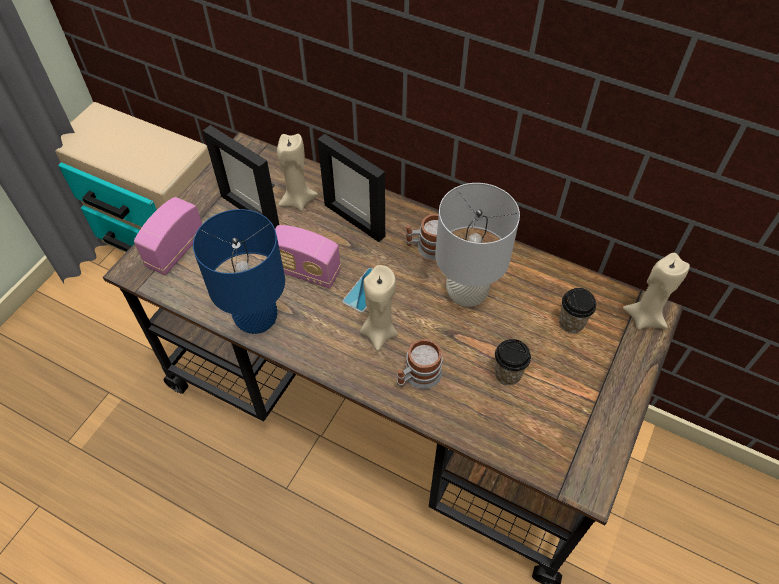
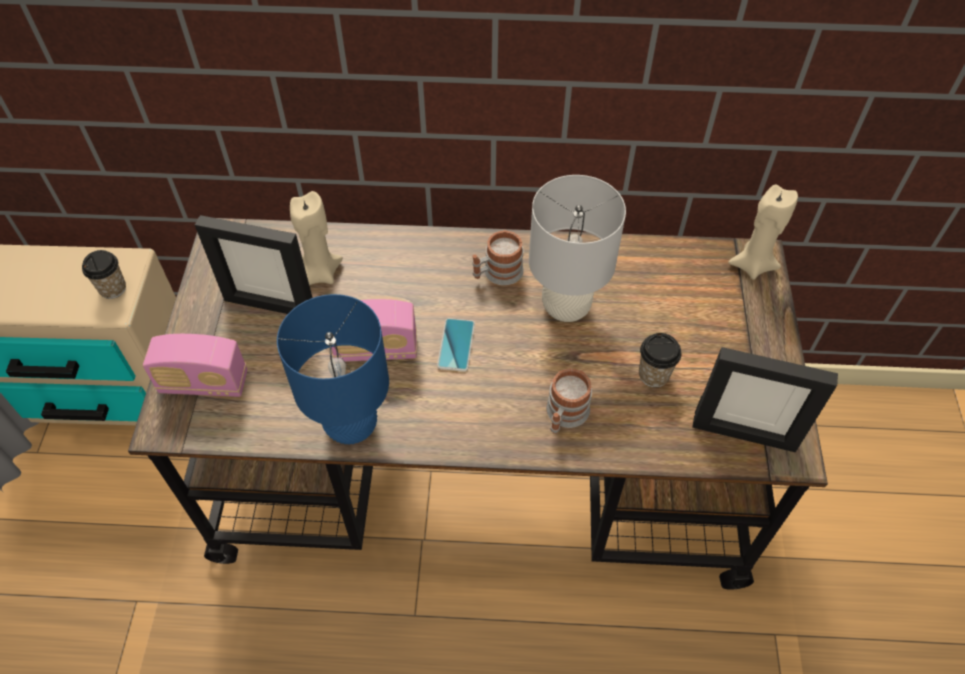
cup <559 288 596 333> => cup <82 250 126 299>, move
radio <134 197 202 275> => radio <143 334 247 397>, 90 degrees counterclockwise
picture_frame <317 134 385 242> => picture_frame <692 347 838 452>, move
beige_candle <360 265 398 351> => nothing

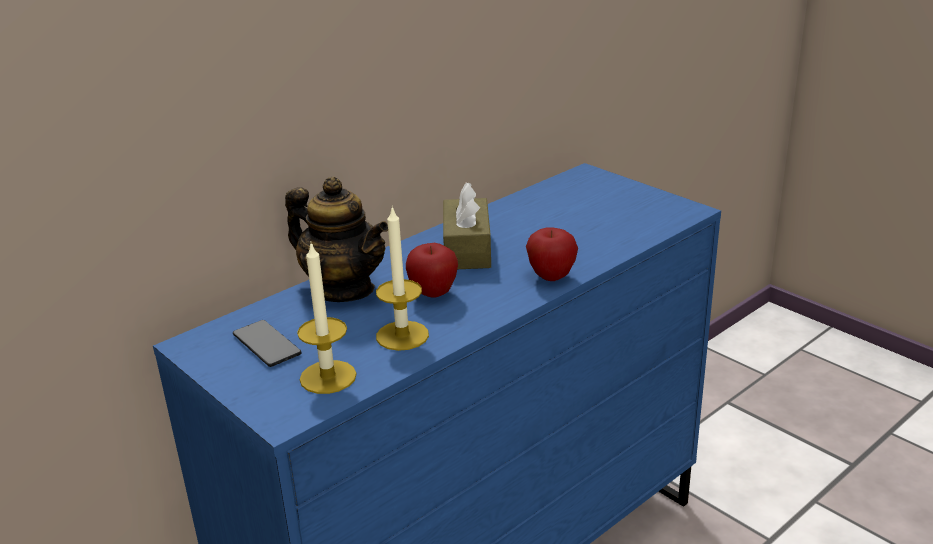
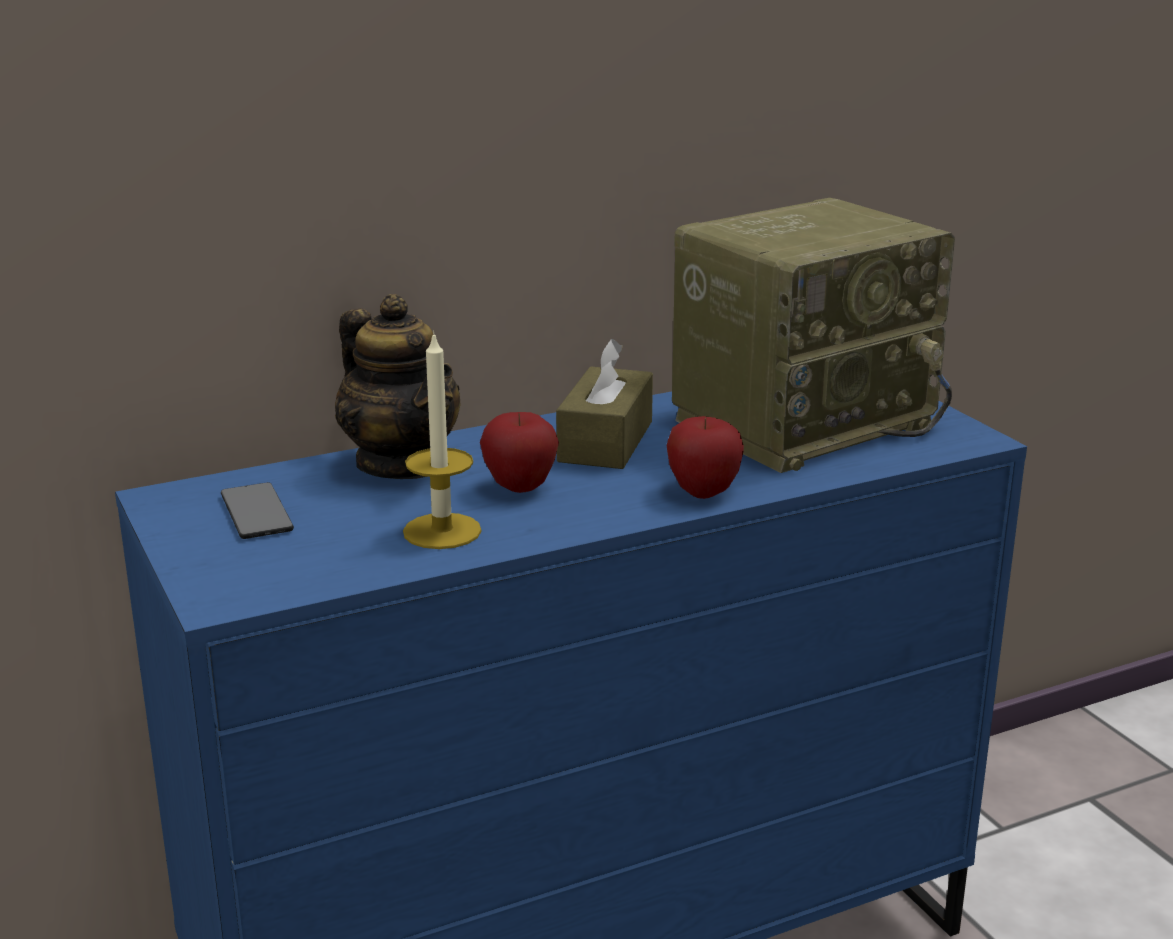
nothing => radio <672 198 955 473>
candle <297 241 357 394> => nothing

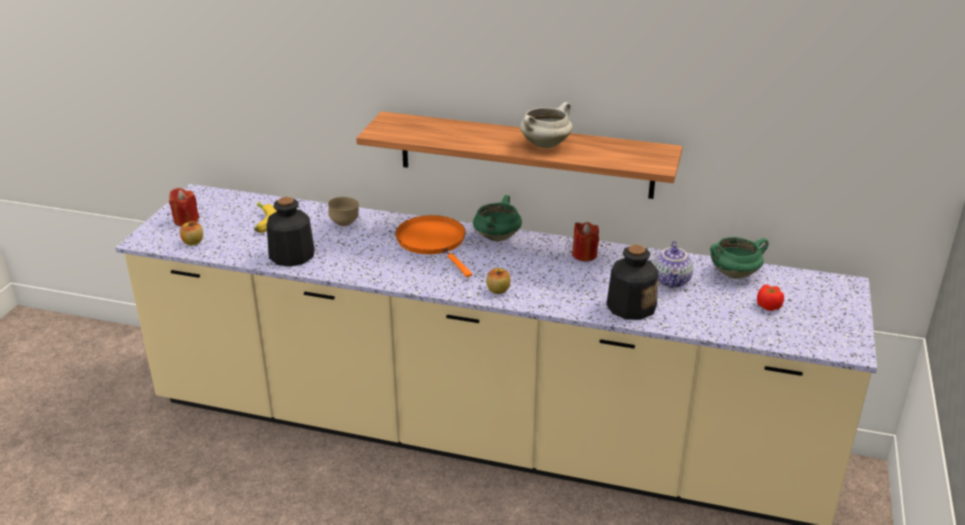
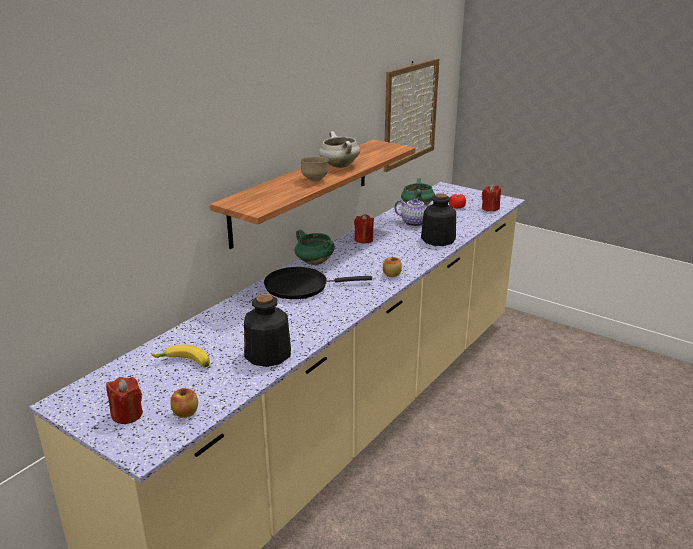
orange_frying_pan <395 215 472 277> => black_frying_pan <264 267 372 299>
brown_bowl <328 197 359 226> => brown_bowl <300 157 329 182>, move
nothing => picture <384 58 439 172>
nothing => red_candle <482 184 501 211>

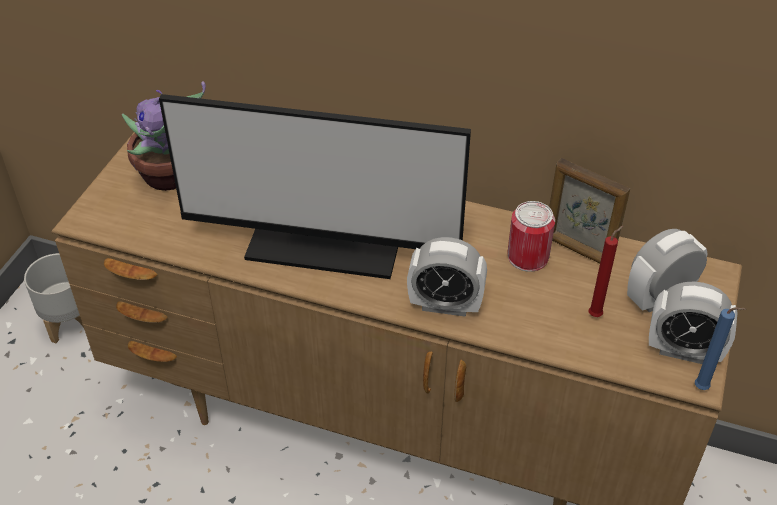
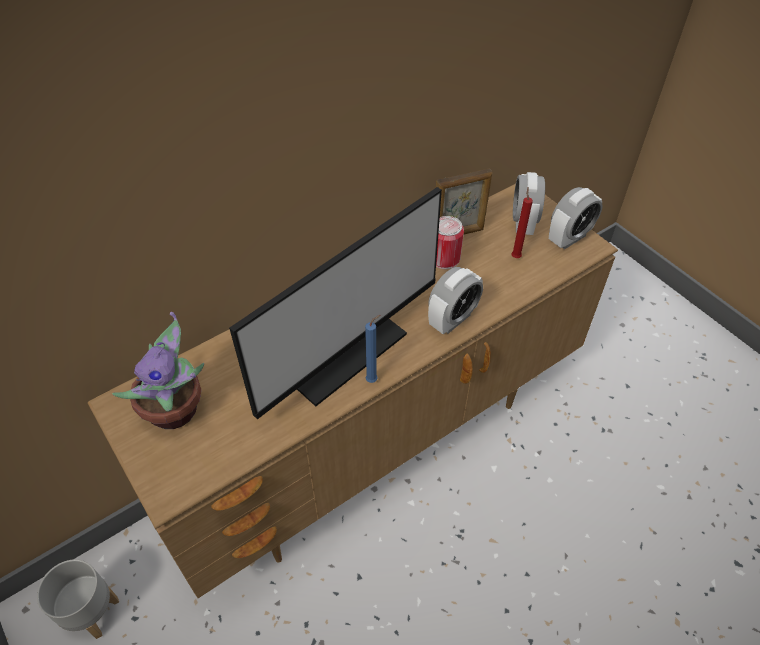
blue_candle <695 307 746 390> => blue_candle <365 315 380 383>, move

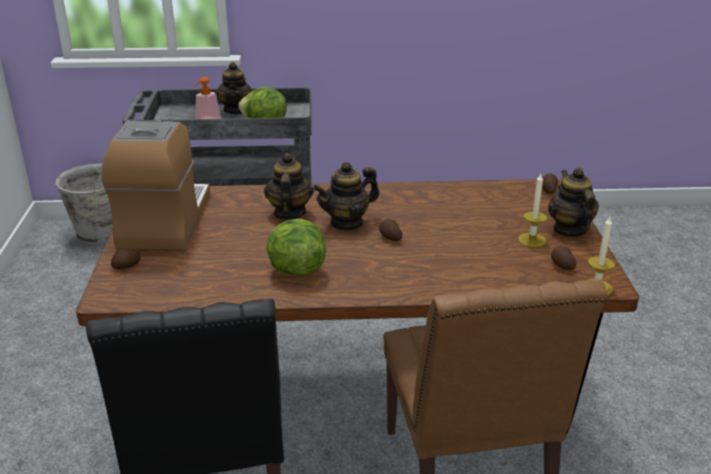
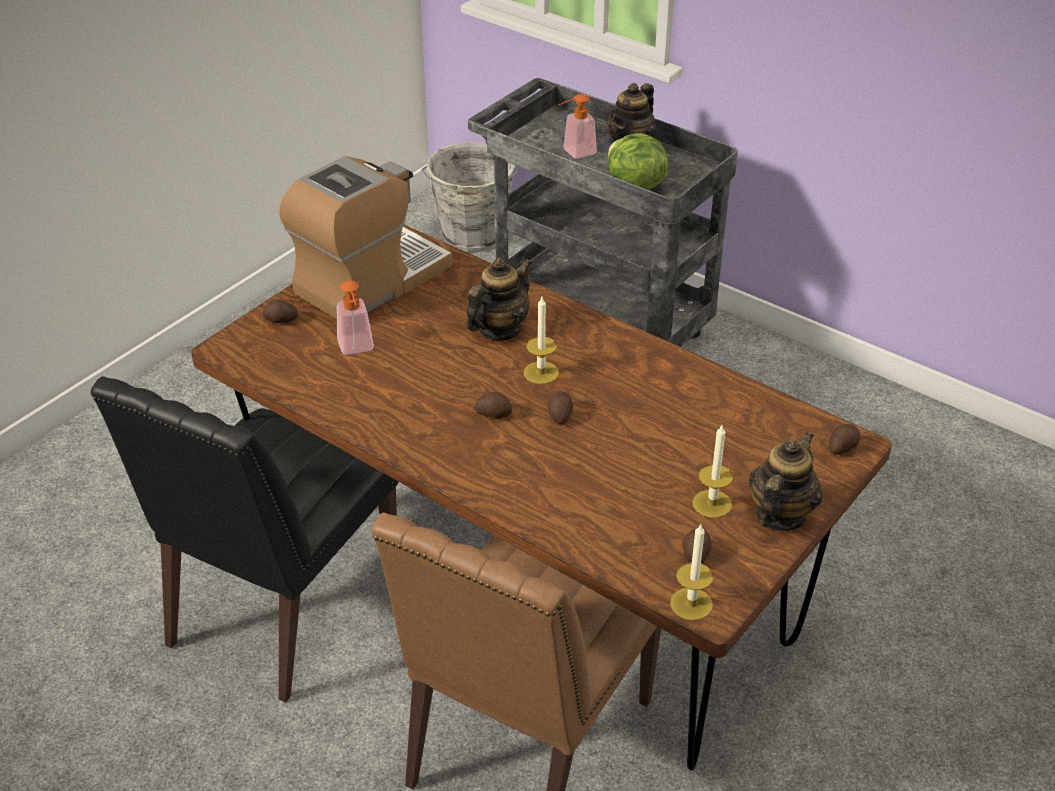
nothing => soap_dispenser <337 280 374 355>
nothing => potato <474 392 512 418>
teapot <313 162 379 231> => candle <524 297 559 384>
lettuce <266 219 326 276> => nothing

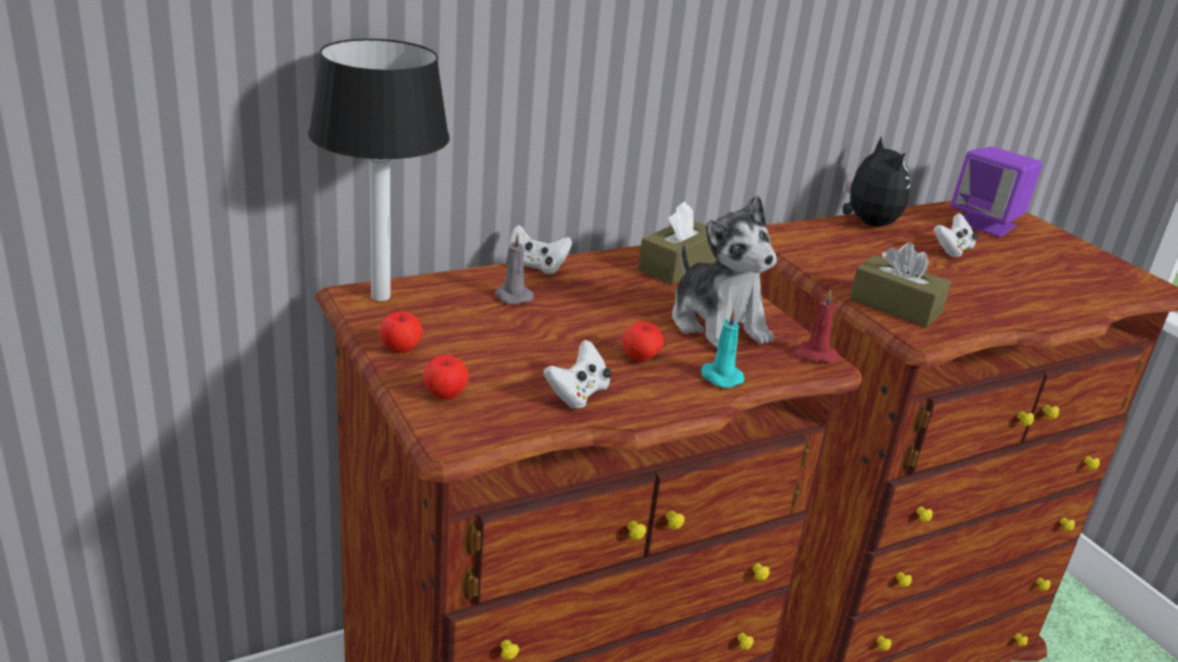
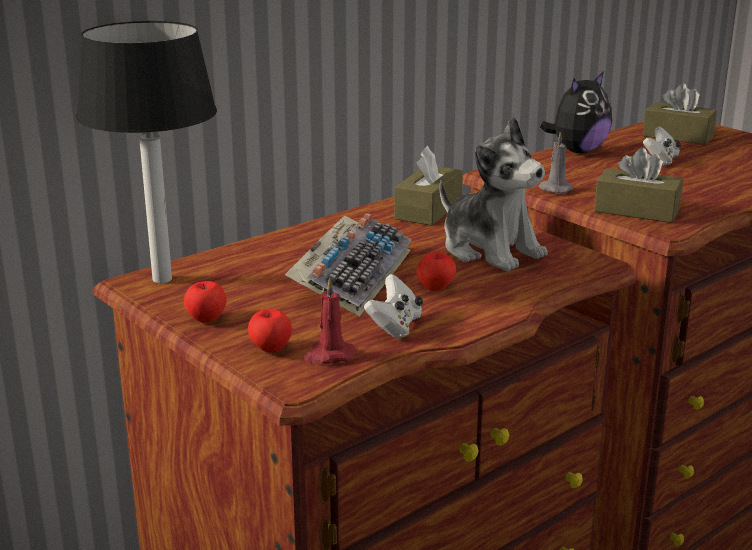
nothing => keyboard <285 213 411 316>
red_candle <792 289 838 363> => red_candle <303 277 355 364>, move
grey_candle <495 232 534 305> => grey_candle <539 132 573 194>, move
plush_toy <842 136 910 227> => plush_toy <540 71 612 153>, 75 degrees clockwise
purple_speaker <951 146 1043 237> => brown_tissue_box <643 83 717 145>
white_game_controller <509 225 572 274> => nothing
turquoise_candle <701 309 744 388> => nothing

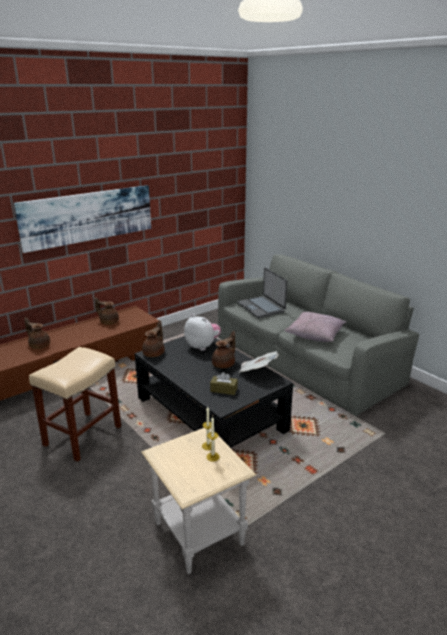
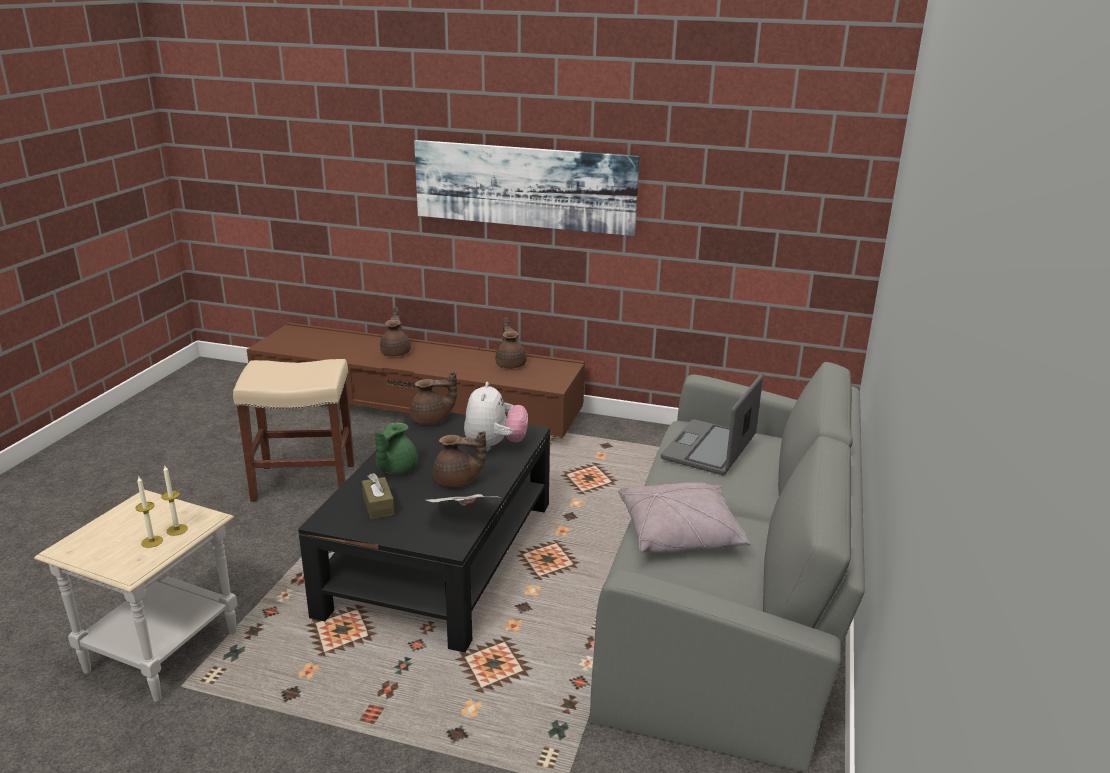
nothing => green_teapot <375 422 418 474>

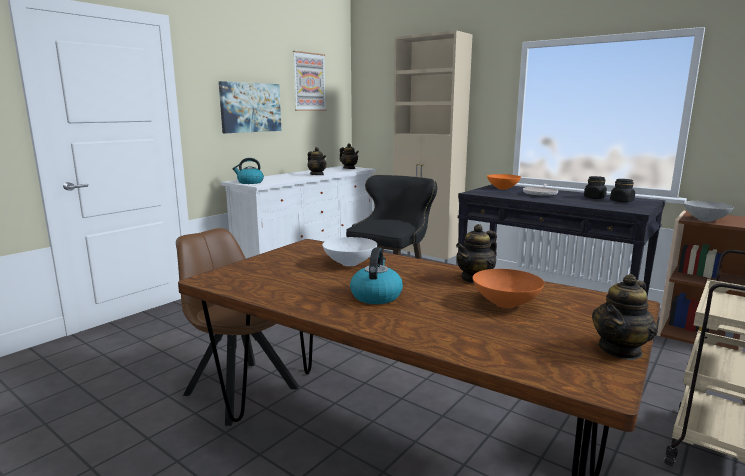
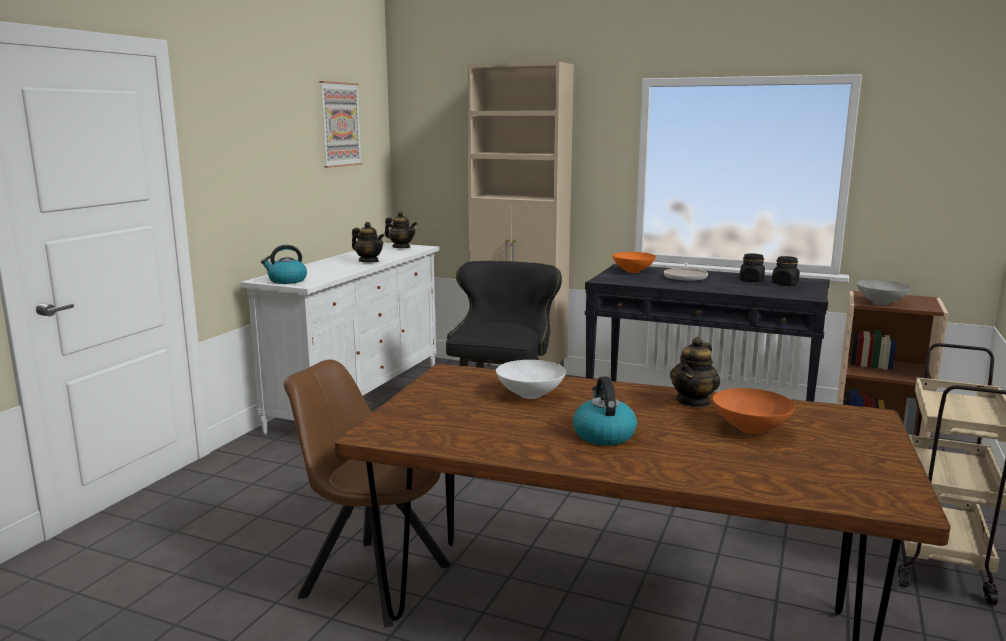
picture <219 81 281 133> => nothing
teapot <592 274 658 360> => nothing

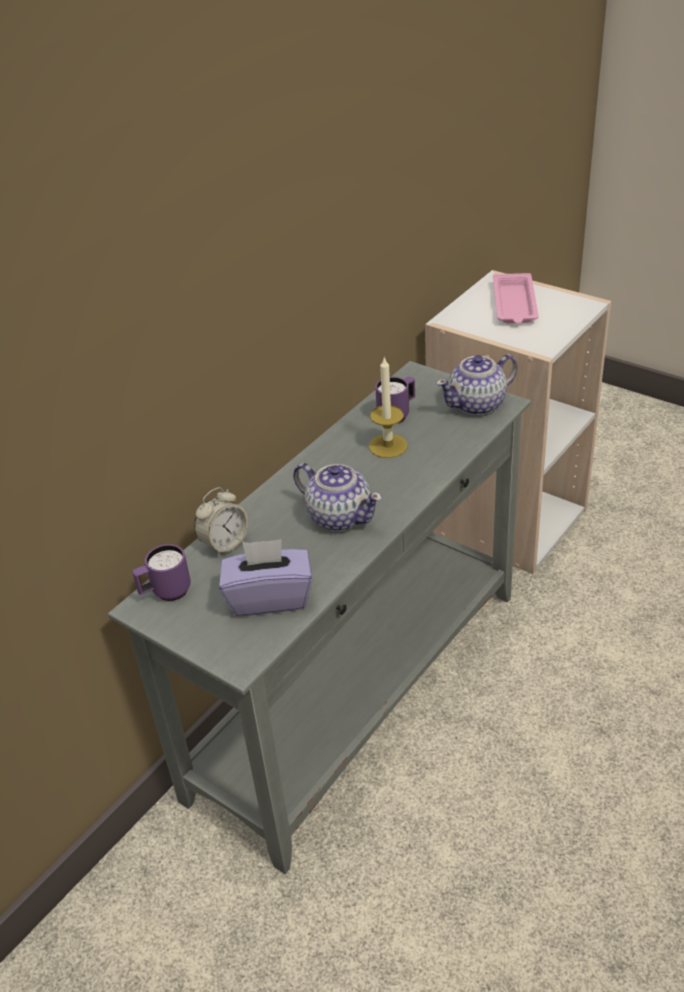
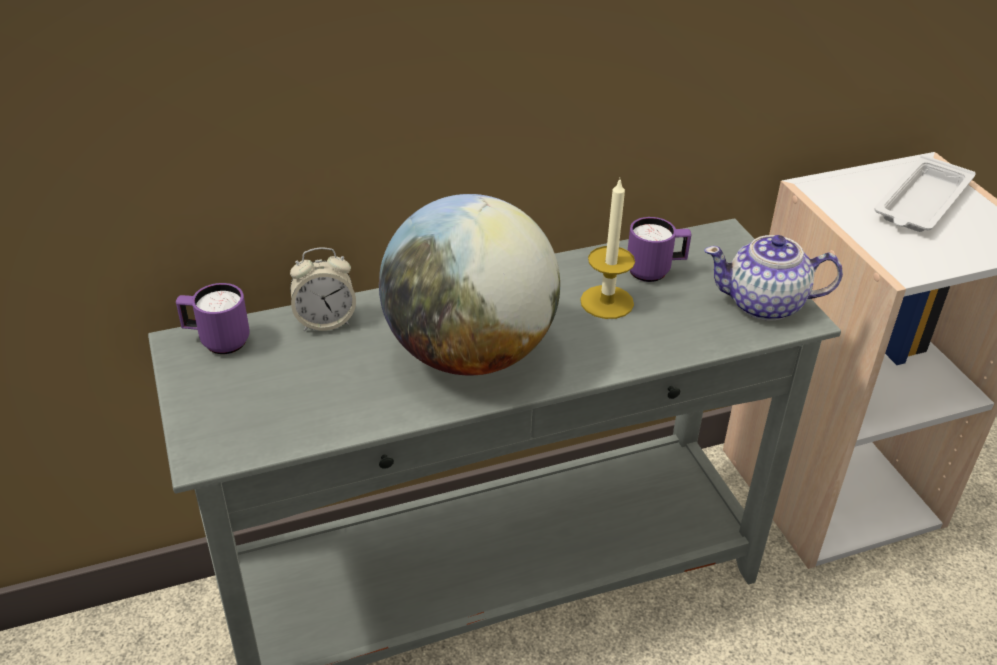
teapot <293 463 382 531> => globe <379 194 560 376>
pink_tray <493 273 539 323> => white_tray <874 155 976 232>
purple_tissue_box <219 539 312 616> => nothing

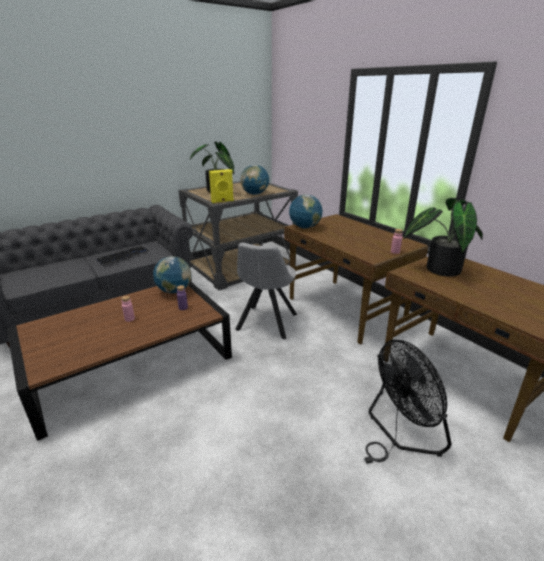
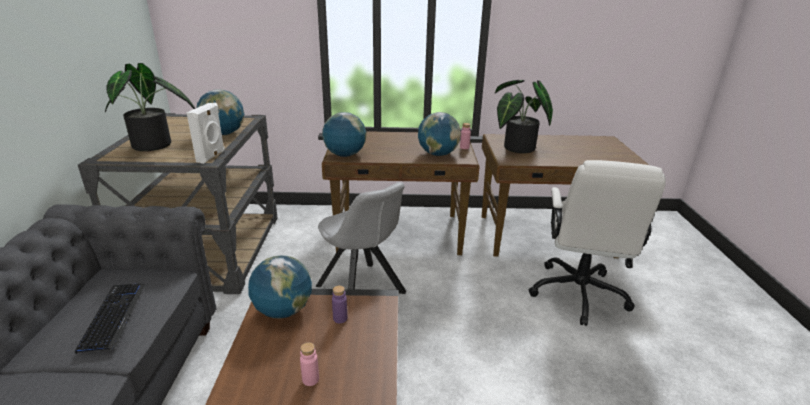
yellow_speaker <209 169 234 203> => white_speaker <186 103 225 164>
nothing => globe <418 112 461 156>
black_fan <364 340 451 463> => white_office_chair <529 160 666 326>

